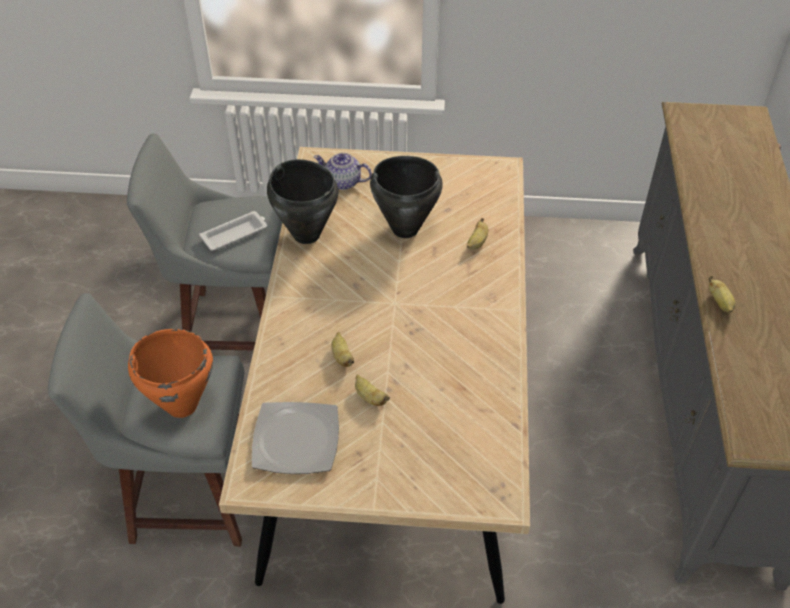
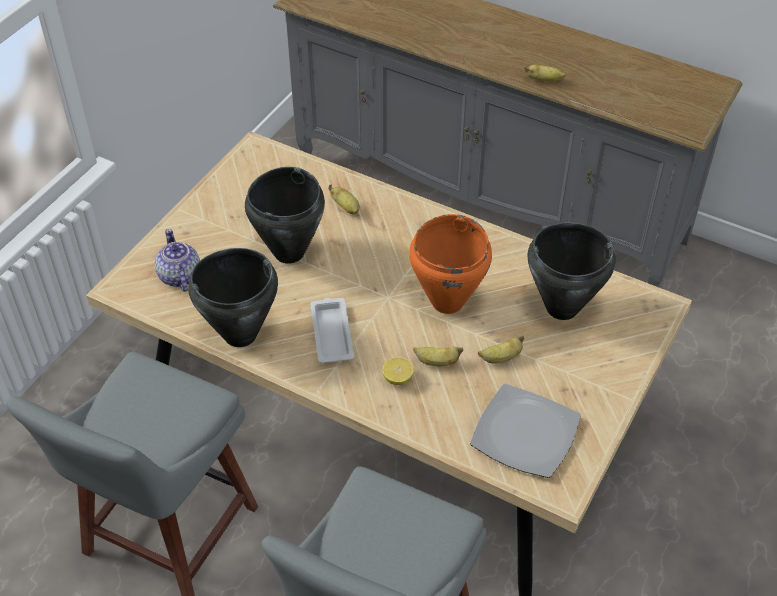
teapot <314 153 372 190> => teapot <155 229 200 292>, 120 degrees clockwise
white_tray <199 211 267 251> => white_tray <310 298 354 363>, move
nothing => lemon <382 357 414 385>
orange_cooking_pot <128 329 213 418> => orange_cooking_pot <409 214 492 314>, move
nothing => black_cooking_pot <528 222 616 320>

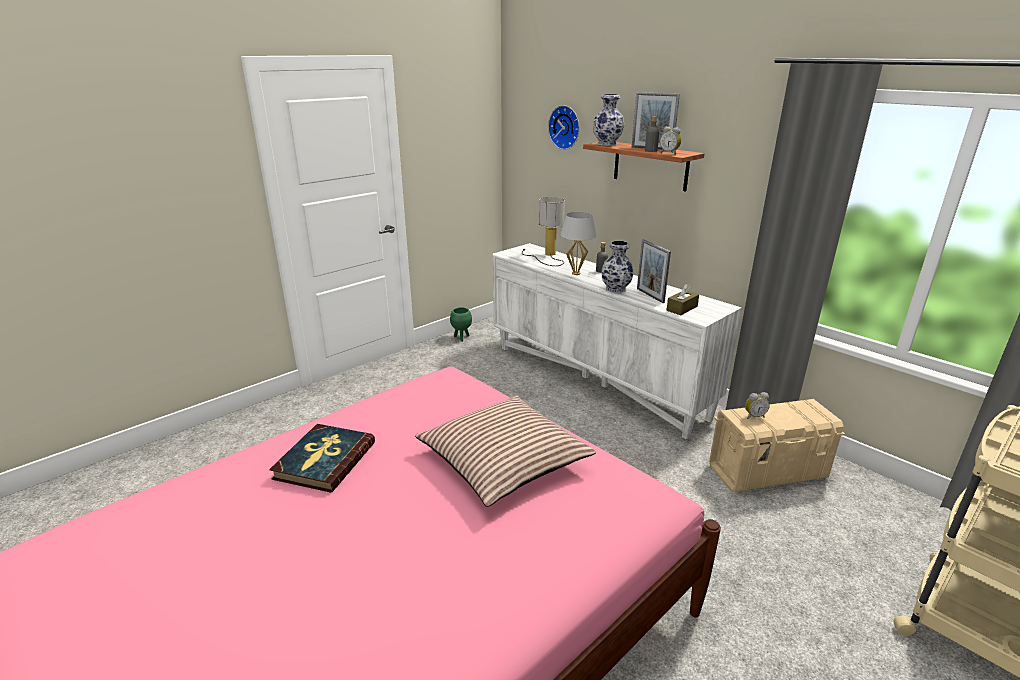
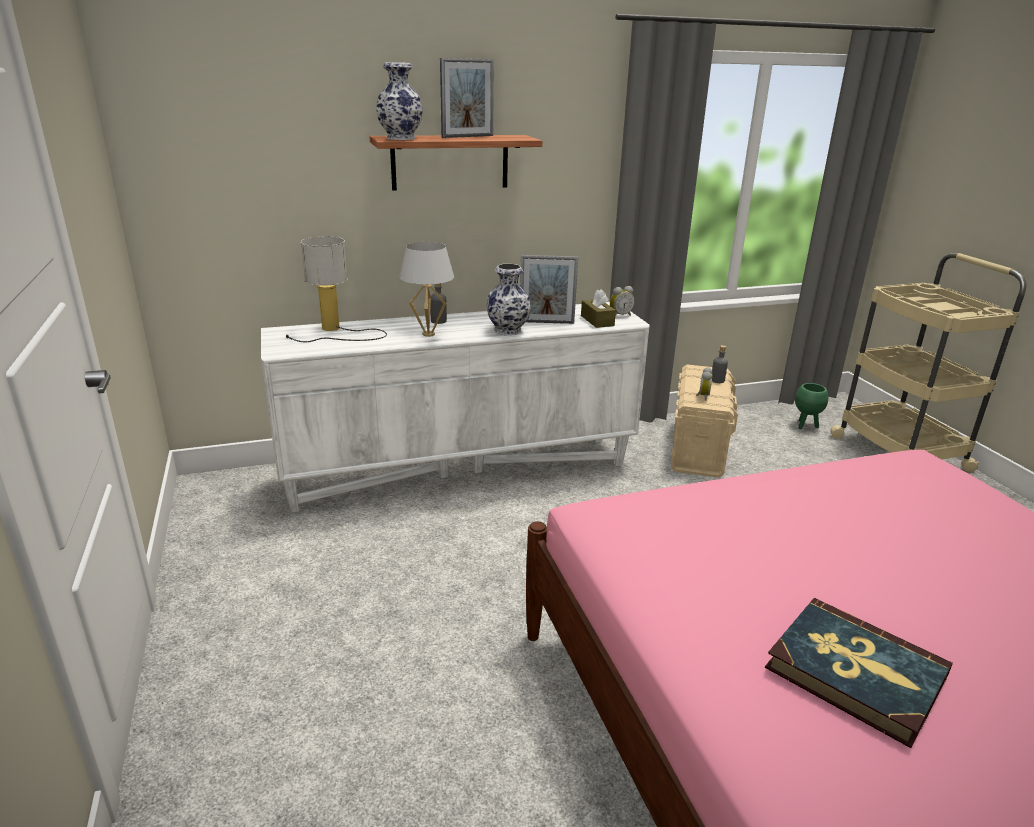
alarm_clock <660 127 681 155> => alarm_clock <610 286 635 316>, move
grey_bottle <645 116 659 152> => grey_bottle <712 345 728 383>, move
green_planter <450 307 472 342> => green_planter <795 383 828 429>, move
pillow <415 395 596 507> => nothing
wall_clock <548 105 580 150> => nothing

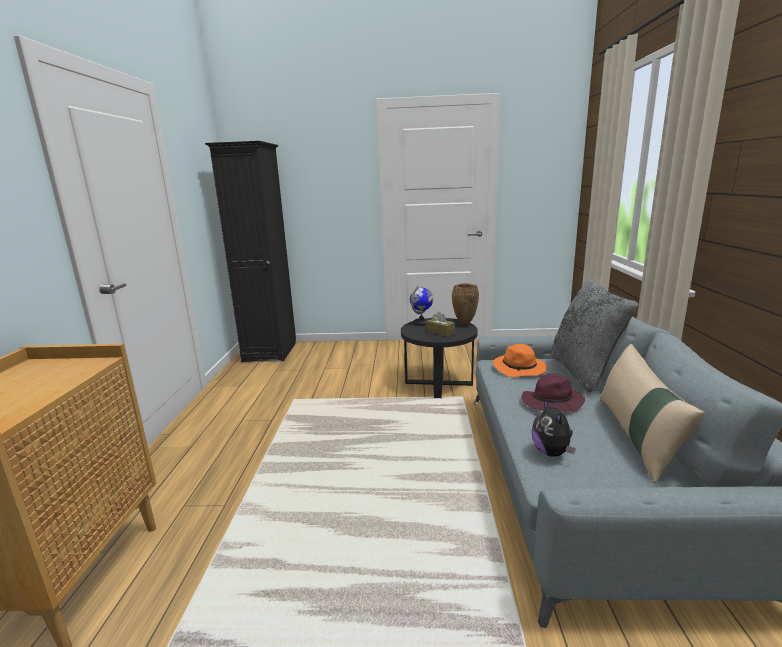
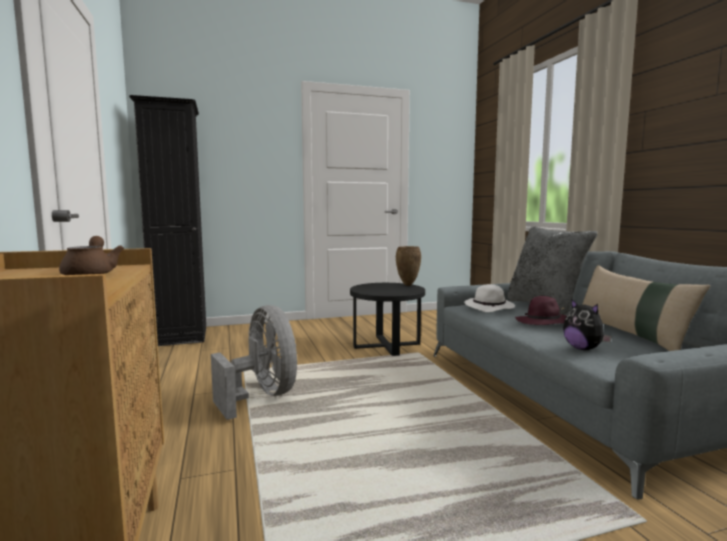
nothing => brown_teapot <59 236 124 275>
nothing => grey_fan <211 305 297 420>
orange_hat <493 344 547 377> => white_hat <464 284 515 312>
globe <410 286 433 326> => nothing
brown_tissue_box <427 312 455 337> => nothing

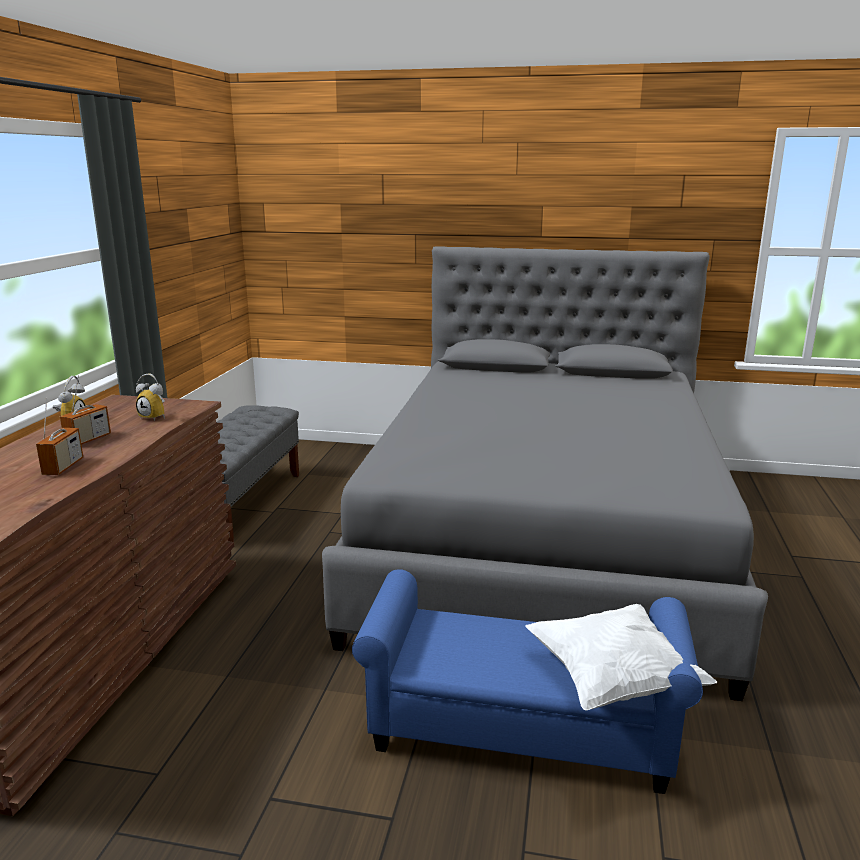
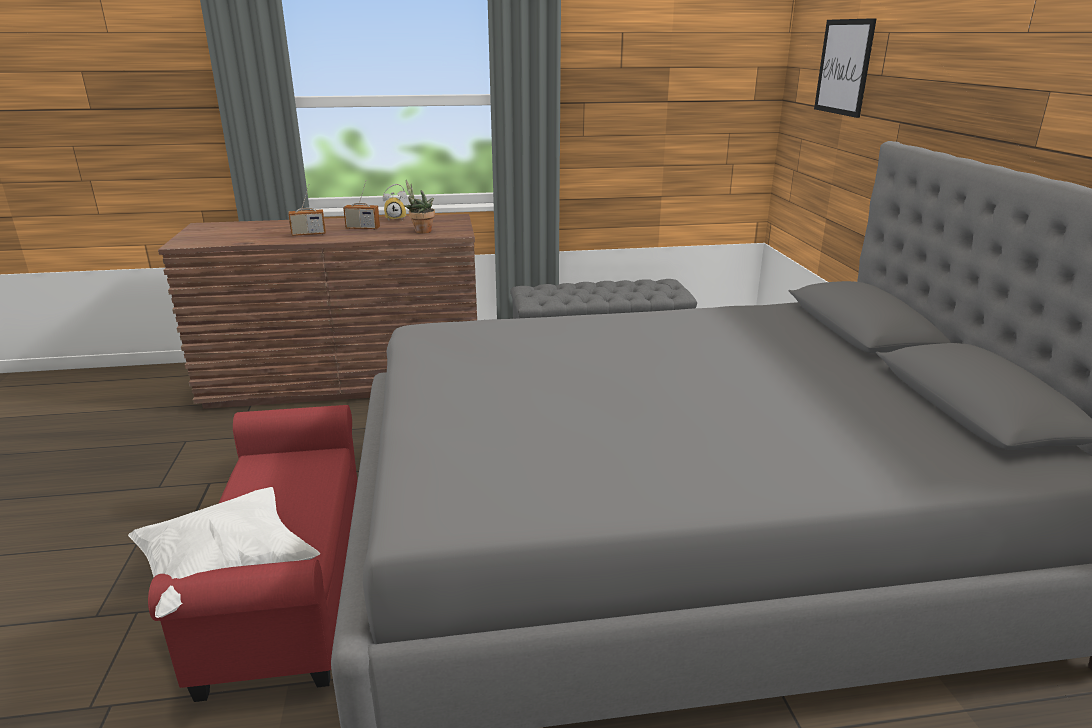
blue_ottoman <352 569 703 794> => red_ottoman <148 405 358 702>
alarm_clock <136 373 165 421> => potted_plant <404 180 435 234>
nothing => picture <814 18 877 118>

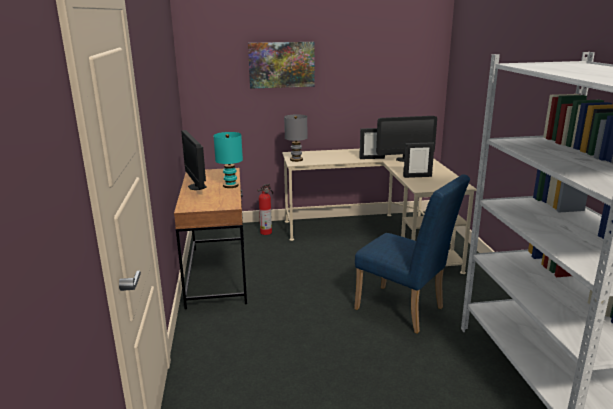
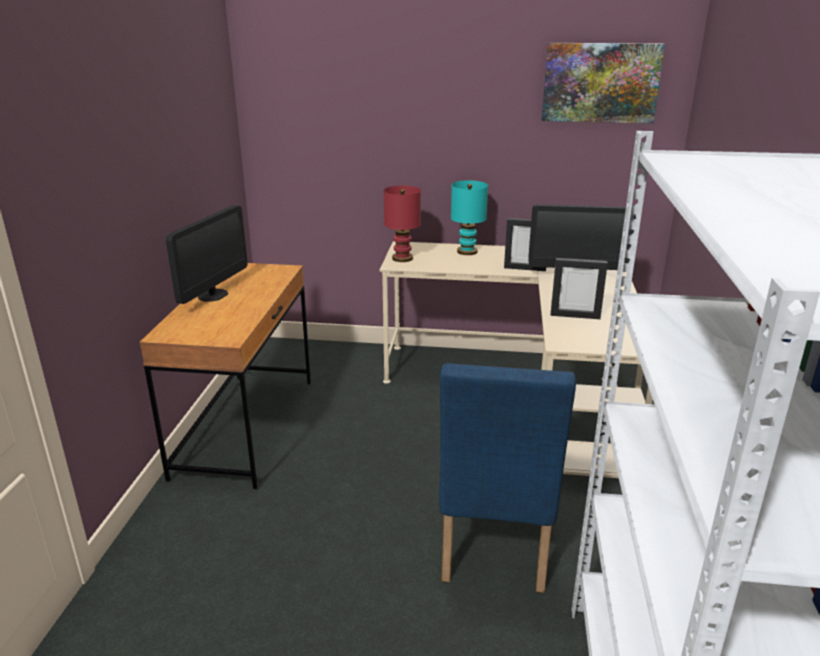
monitor <181 130 206 190> => monitor <166 205 247 304>, 150 degrees counterclockwise
grey_table_lamp <284 114 308 162> => red_table_lamp <384 185 421 262>
blue_chair <354 174 470 334> => blue_chair <439 363 576 593>, 45 degrees clockwise
turquoise_table_lamp <213 132 243 188> => turquoise_table_lamp <451 180 488 255>, move
picture <248 42 315 89> => picture <542 43 665 123>, move
fire_extinguisher <257 184 273 235> => nothing

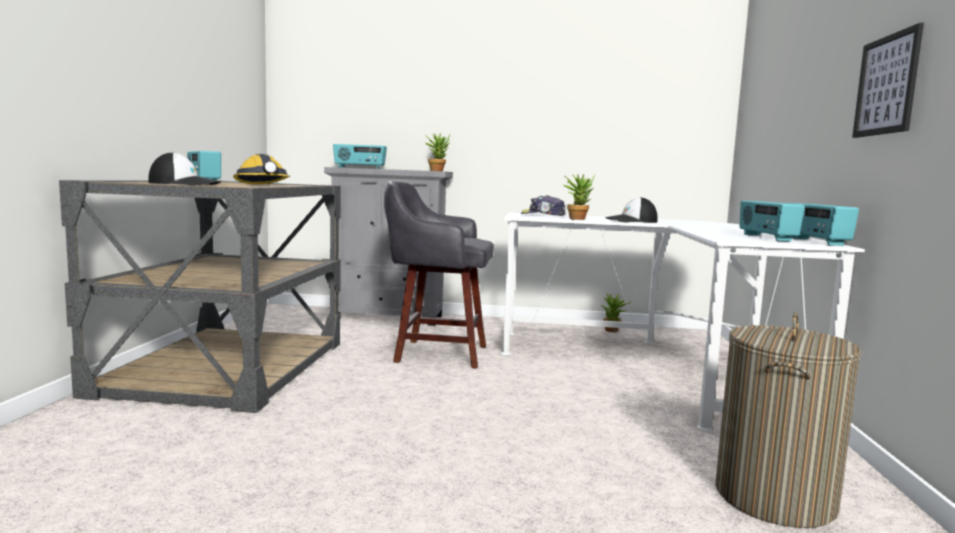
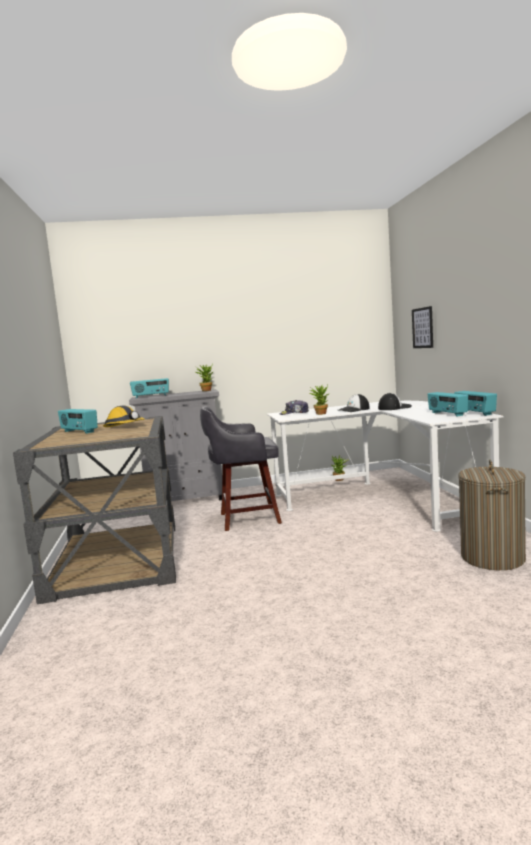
cap <148 152 221 185> => cap <378 393 412 410>, move
picture <852 23 924 138> => picture <412 306 433 348>, move

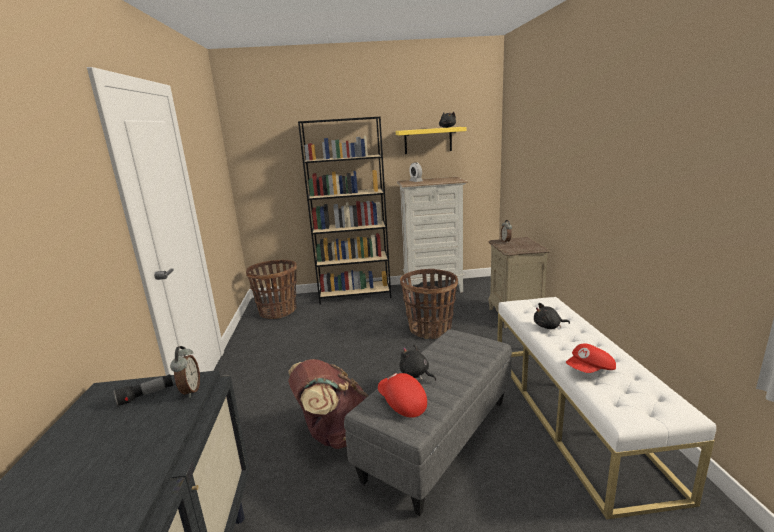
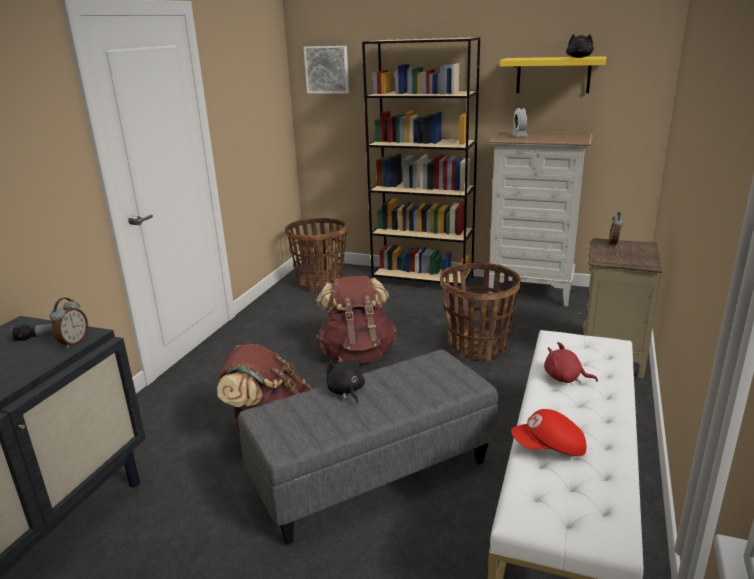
nothing => picture <304 46 349 94>
nothing => brown_backpack <317 275 397 363>
black_plush_toy <534 303 570 329> => red_plush_toy <544 342 598 384>
red_cap <378 373 427 418> => nothing

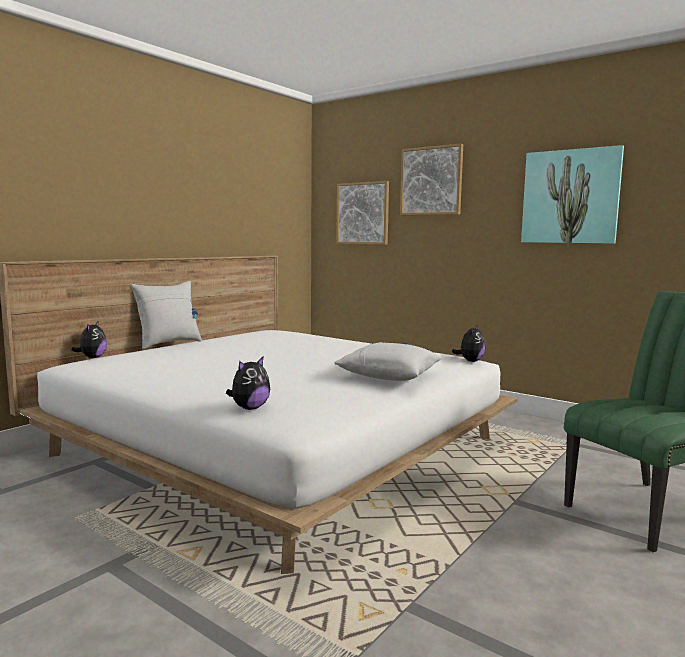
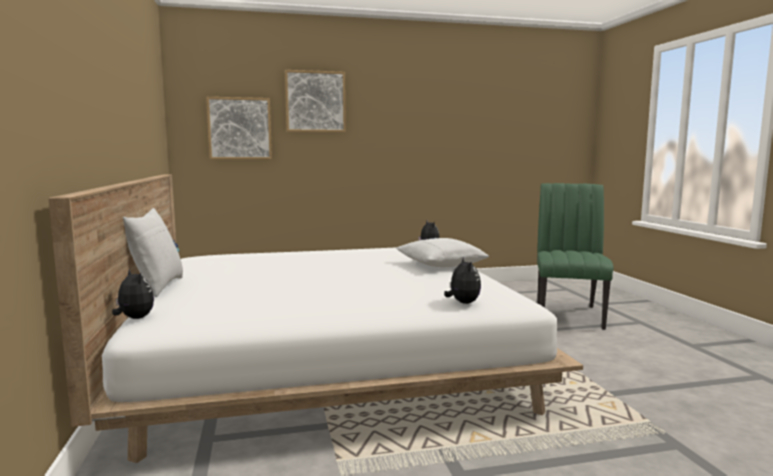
picture <521 145 624 244> => nothing

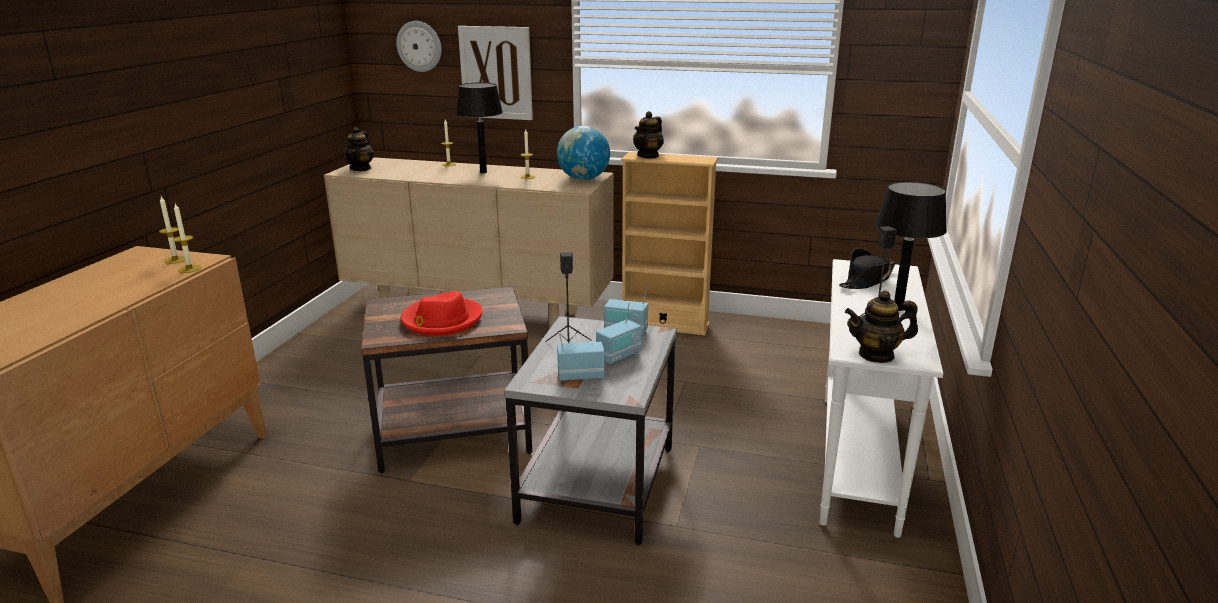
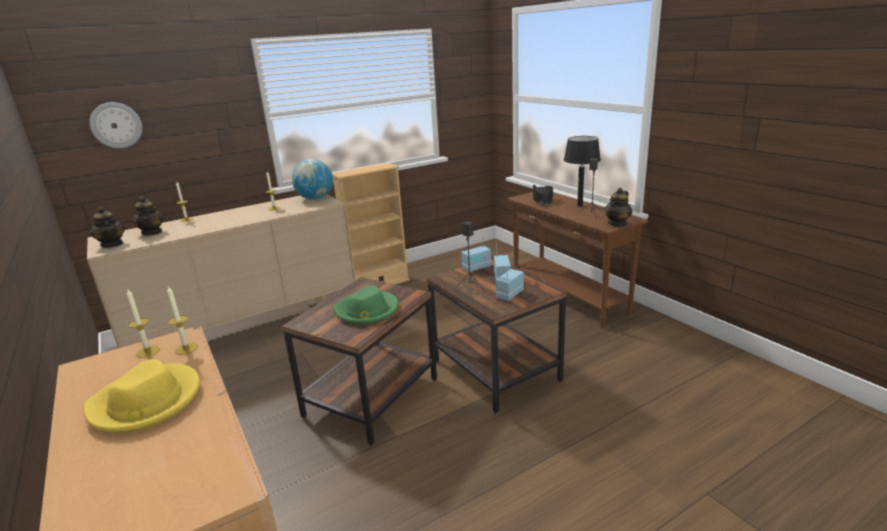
nothing => yellow_hat <83 359 200 433>
teapot <633 111 664 159> => teapot <132 196 164 235>, move
red_hat <401 291 483 336> => green_hat <333 285 399 325>
grey_side_table <504 316 677 545> => brown_side_table <427 257 567 413>
white_console_table <819 259 943 538> => brown_console_table <507 192 648 329>
black_table_lamp <456 82 503 173> => nothing
picture <458 26 533 120> => nothing

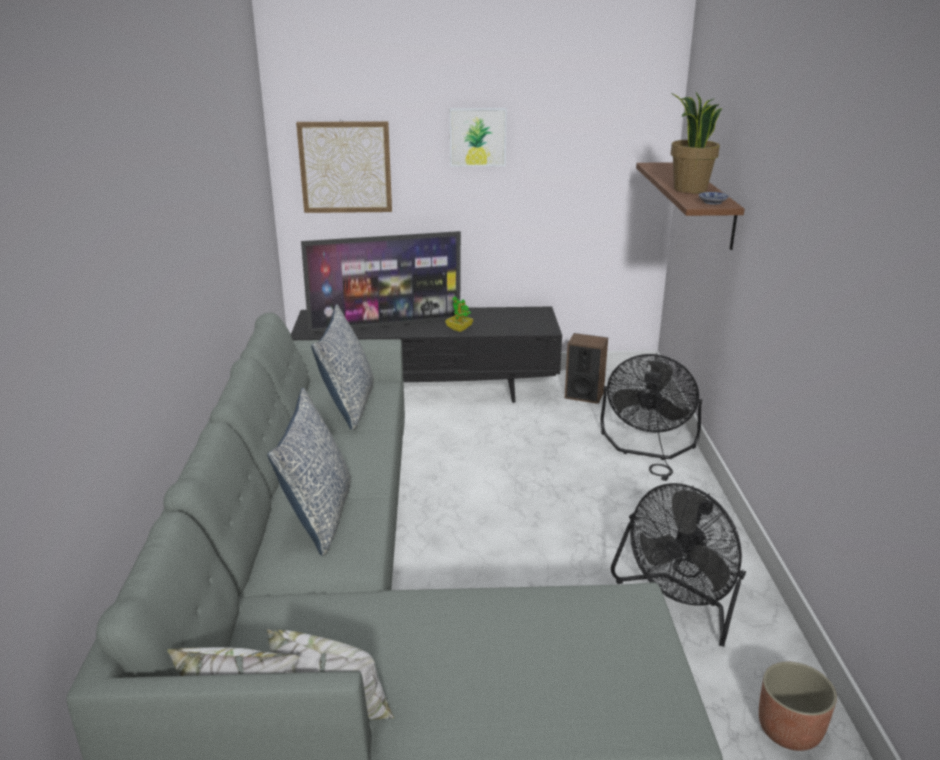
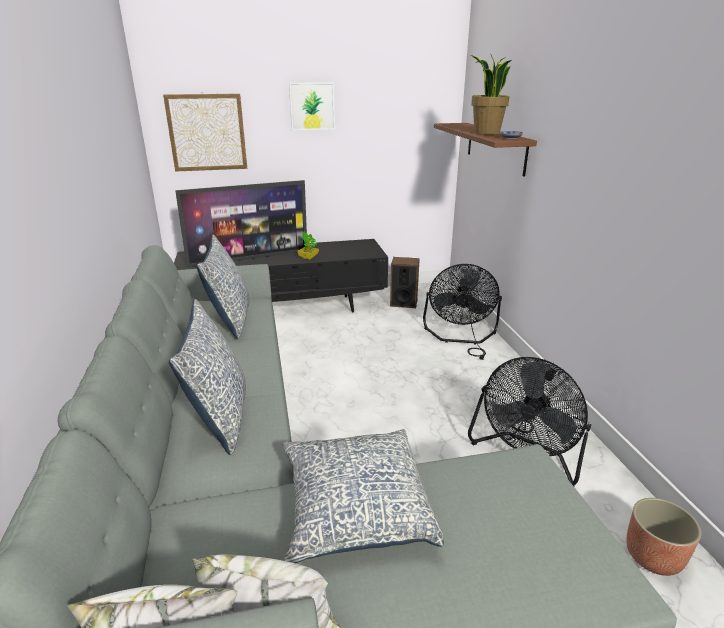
nothing => pillow <283 429 444 563>

